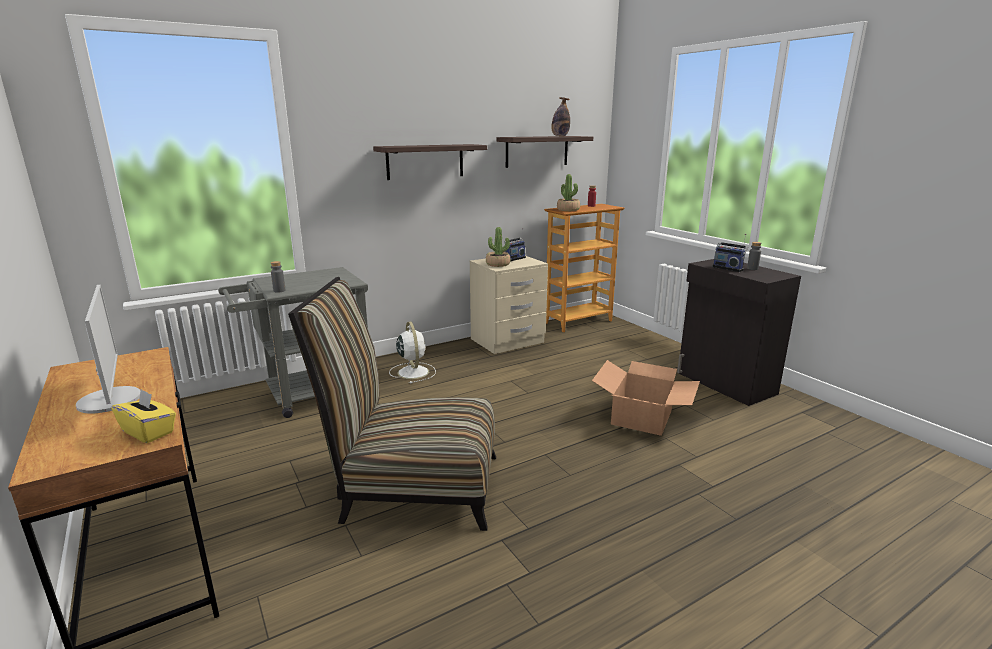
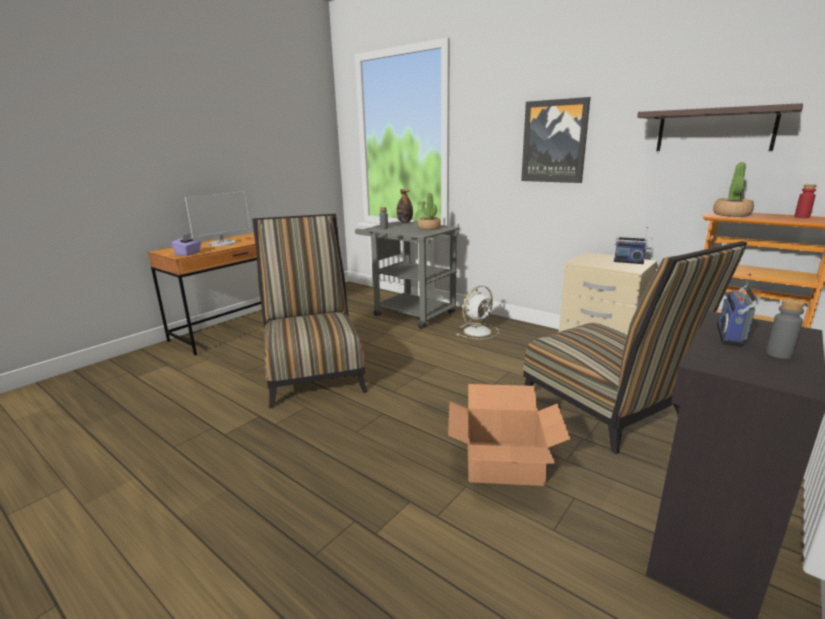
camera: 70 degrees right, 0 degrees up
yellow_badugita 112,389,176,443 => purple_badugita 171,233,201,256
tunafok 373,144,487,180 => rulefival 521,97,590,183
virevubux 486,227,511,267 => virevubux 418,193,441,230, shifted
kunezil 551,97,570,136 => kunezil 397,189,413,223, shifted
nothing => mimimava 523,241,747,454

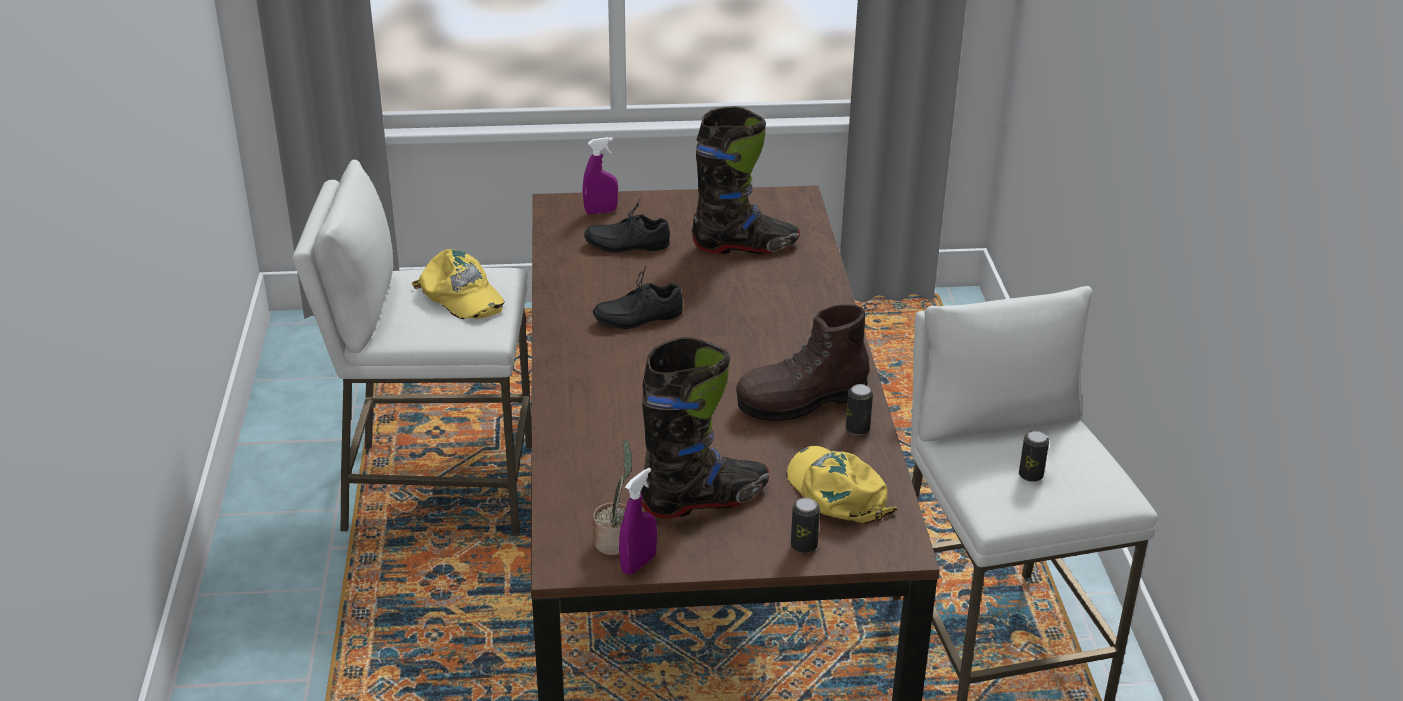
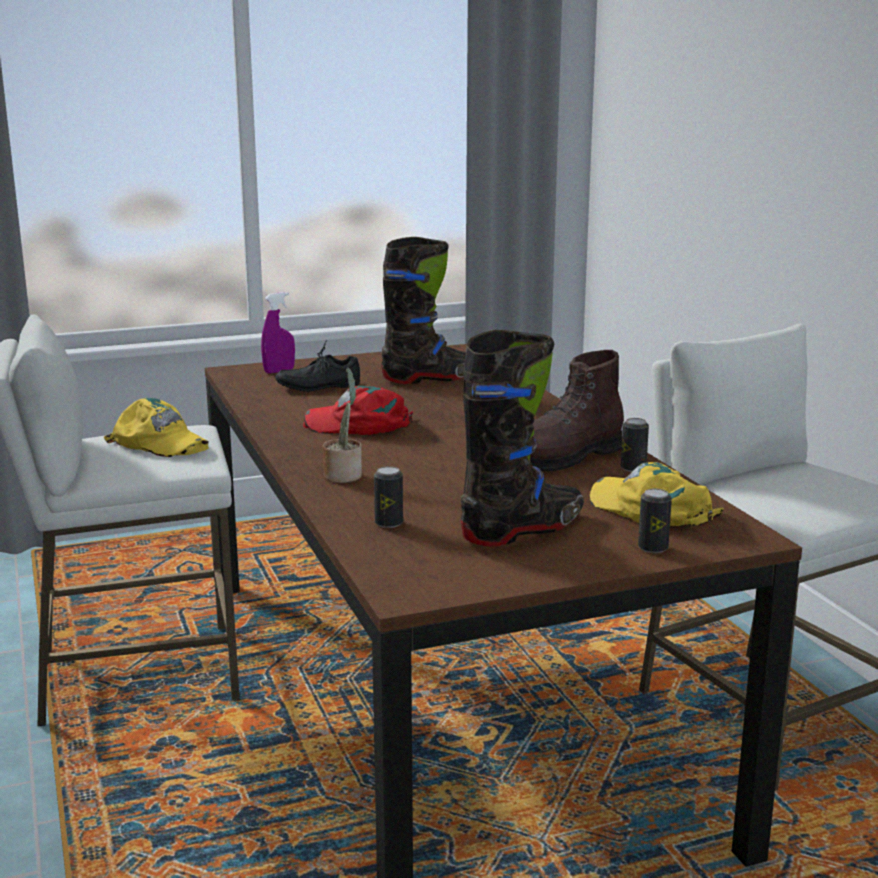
camera: 15 degrees left, 15 degrees down
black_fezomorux 593,266,683,329 => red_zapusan 303,386,413,435
virevubux 593,440,632,555 => virevubux 322,367,362,483, shifted
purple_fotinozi 619,468,657,575 => nothing
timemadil 1019,431,1049,482 => timemadil 374,466,403,528, shifted

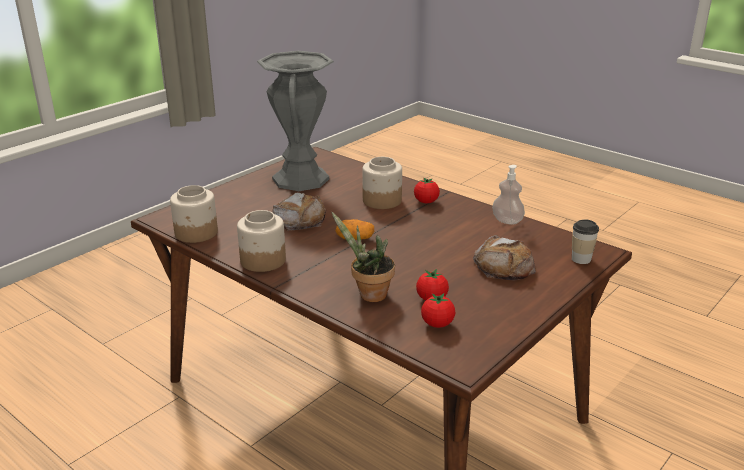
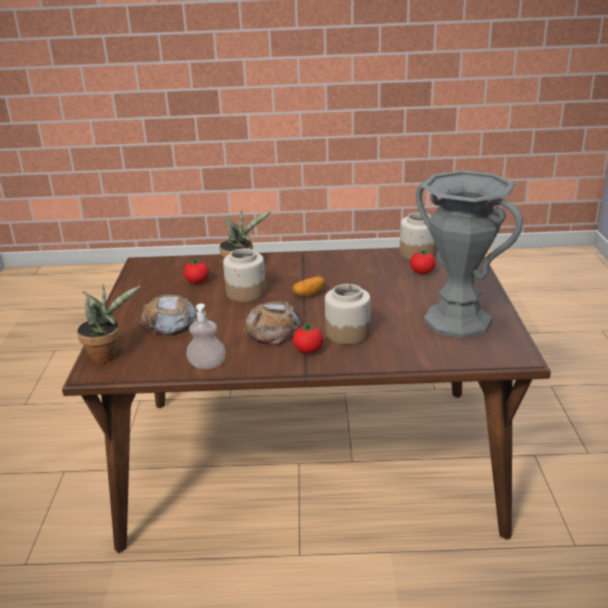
camera: 140 degrees right, 0 degrees up
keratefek 237,210,286,272 => keratefek 223,248,266,302, shifted
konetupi 273,192,326,231 => konetupi 243,301,301,345, shifted
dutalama 421,293,455,328 => dutalama 410,249,436,274, shifted
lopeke 572,219,599,264 => virevubux 77,284,140,363

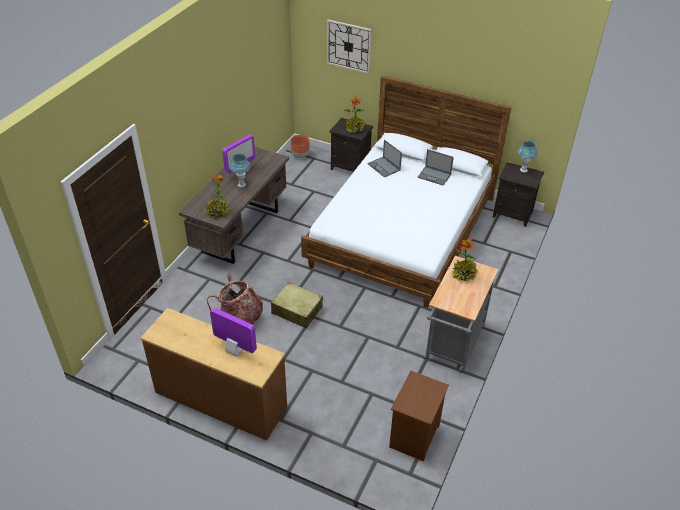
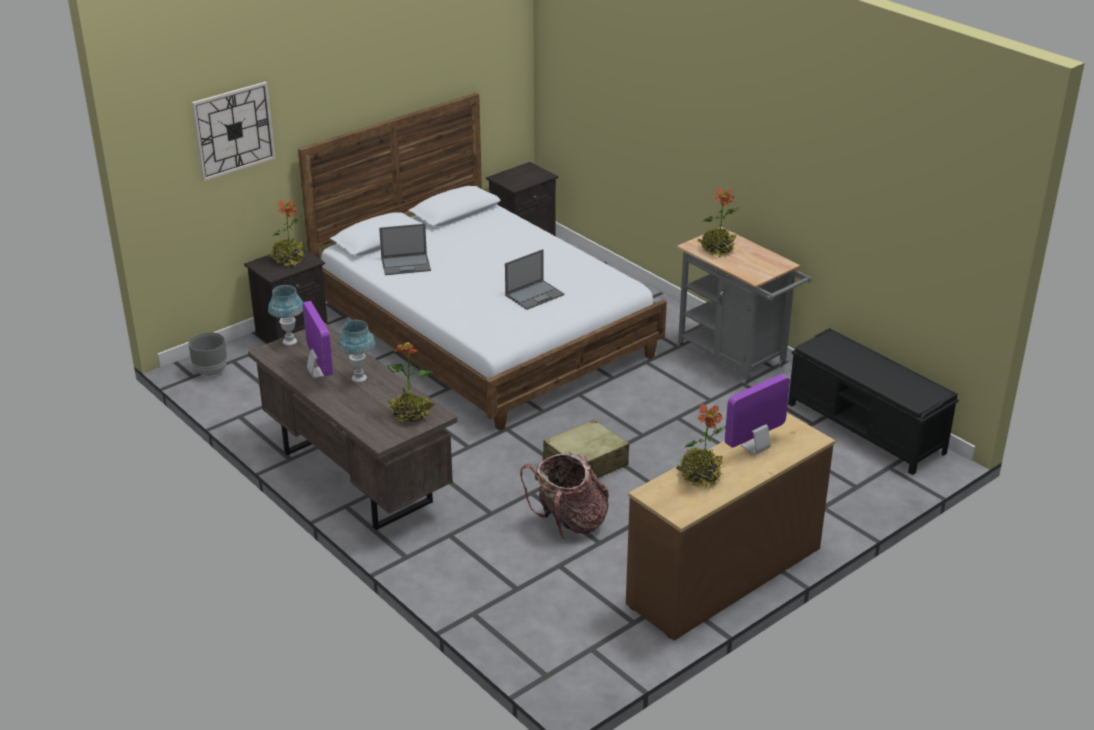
camera: 65 degrees left, 10 degrees down
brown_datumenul 290,135,309,158 => grey_datumenul 188,332,227,376
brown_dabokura 389,370,449,461 => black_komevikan 788,328,959,475
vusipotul 417,149,454,186 => vusipotul 505,249,565,310, shifted
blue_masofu 518,140,537,172 => blue_masofu 268,285,303,346, shifted
nothing => virevubux 676,403,728,488

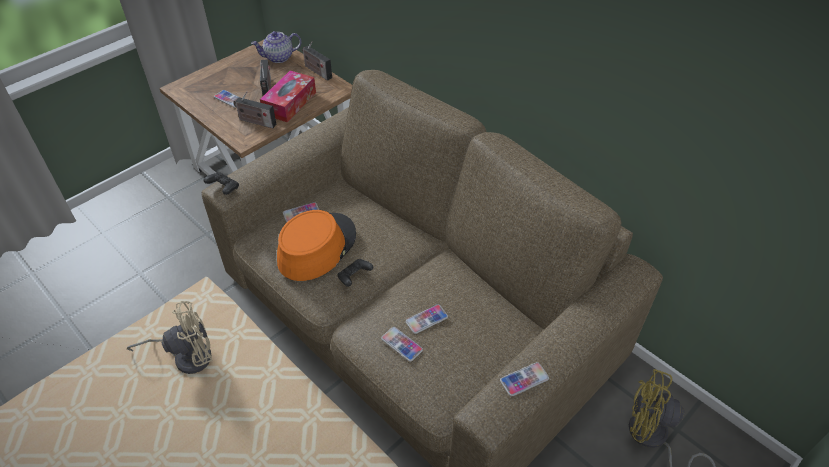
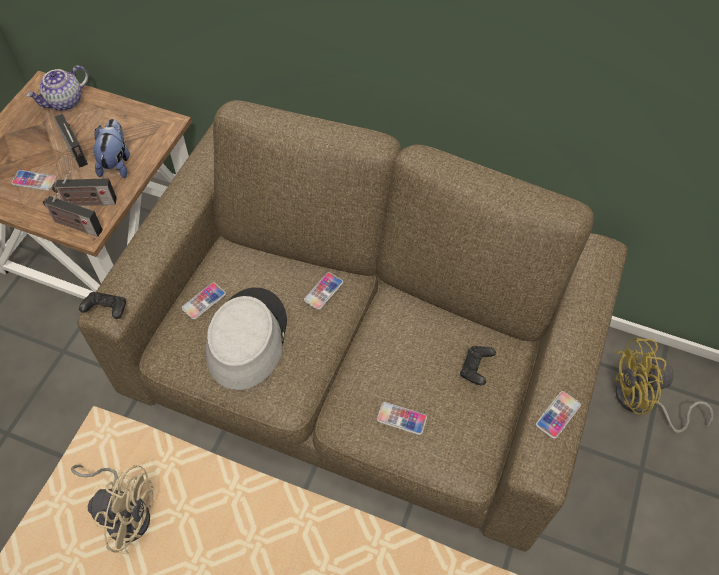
camera: 25 degrees left, 10 degrees up
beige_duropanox 127,301,212,374 => beige_duropanox 71,465,154,555, 60 degrees clockwise
badugita 260,70,316,122 => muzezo 94,119,130,178
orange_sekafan 277,210,356,281 => grey_sekafan 206,287,287,390
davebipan 302,41,332,81 => davebipan 43,193,103,237, shifted
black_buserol 337,259,374,287 => black_buserol 460,346,496,385, shifted
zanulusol 406,304,448,334 => zanulusol 304,272,343,310, shifted

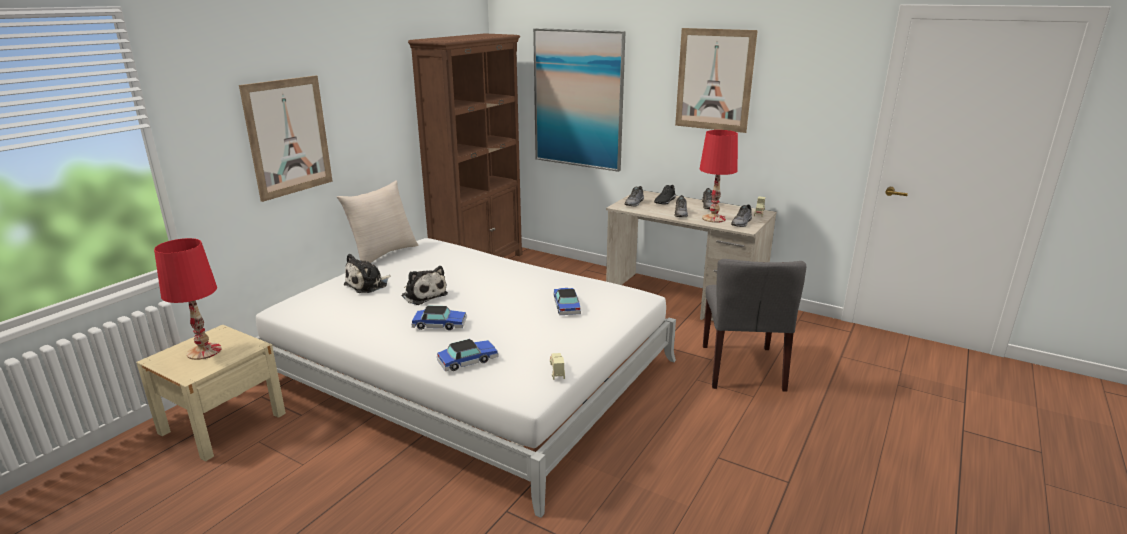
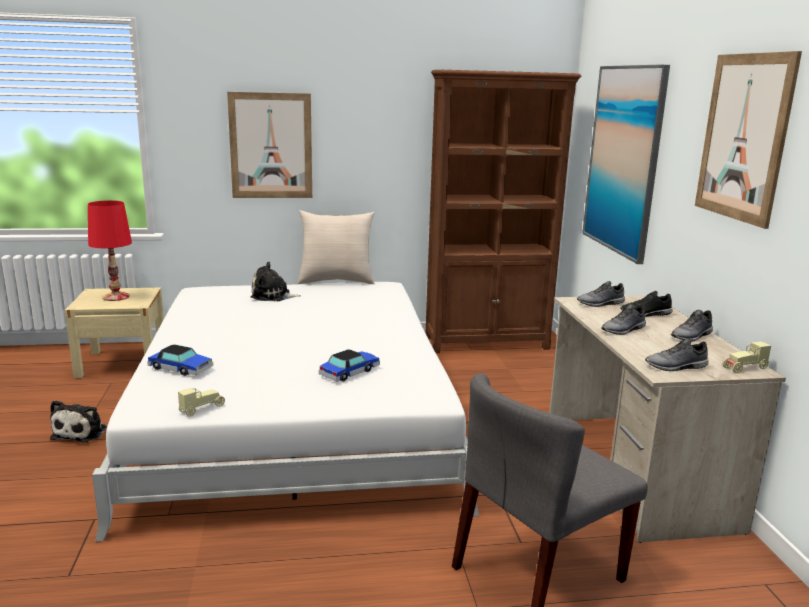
camera: 50 degrees right, 5 degrees down
muzezo 402,266,448,305 => muzezo 50,400,107,443, shifted
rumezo 411,306,467,330 => nothing
red_masofu 700,130,738,223 => nothing

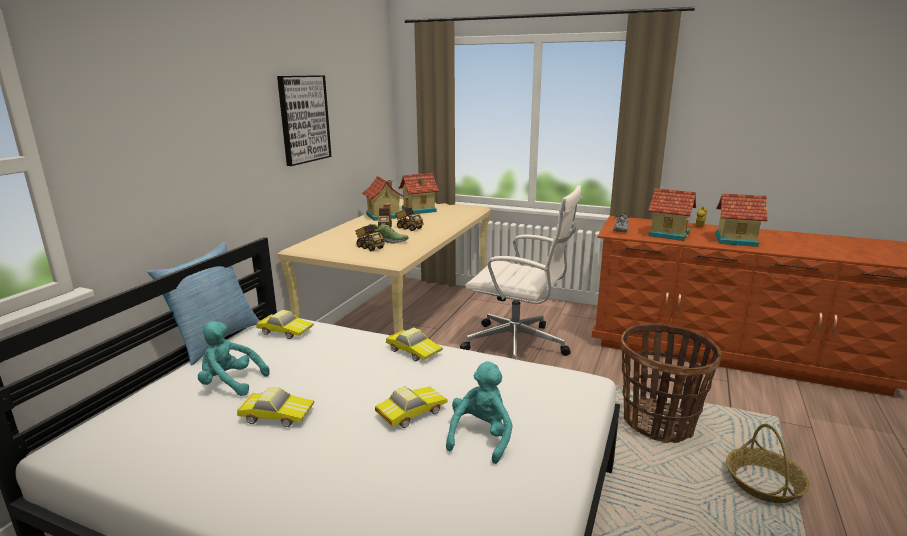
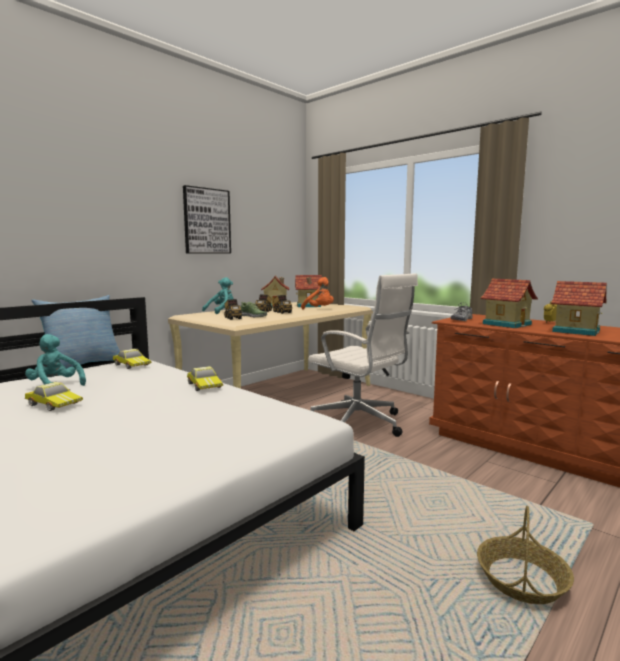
camera: 20 degrees right, 10 degrees down
rumezo 375,386,448,428 => nothing
turquoise_muzezo 446,361,513,464 => turquoise_muzezo 202,277,233,314, shifted
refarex 620,323,722,443 => nothing
nothing => orange_muzezo 301,277,334,310

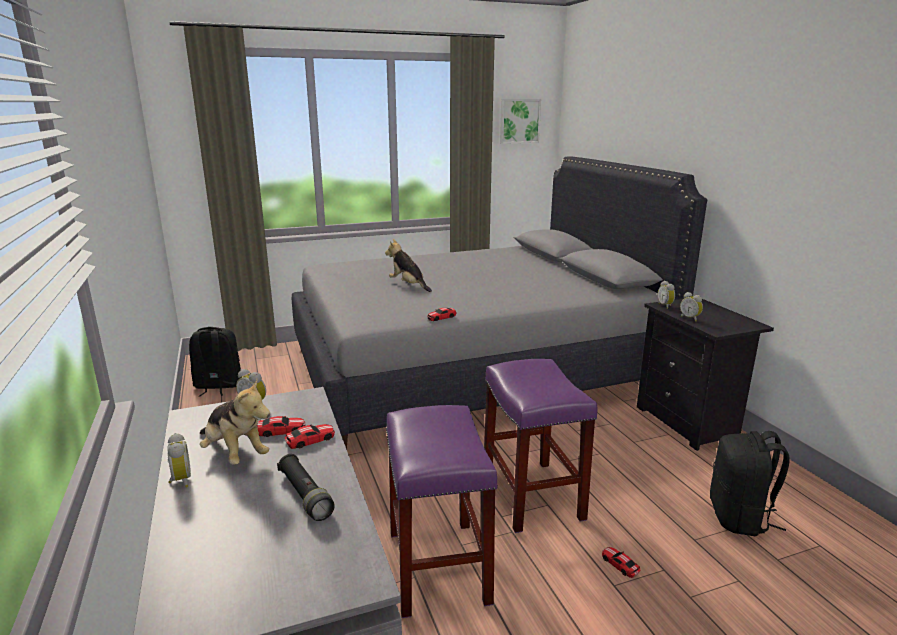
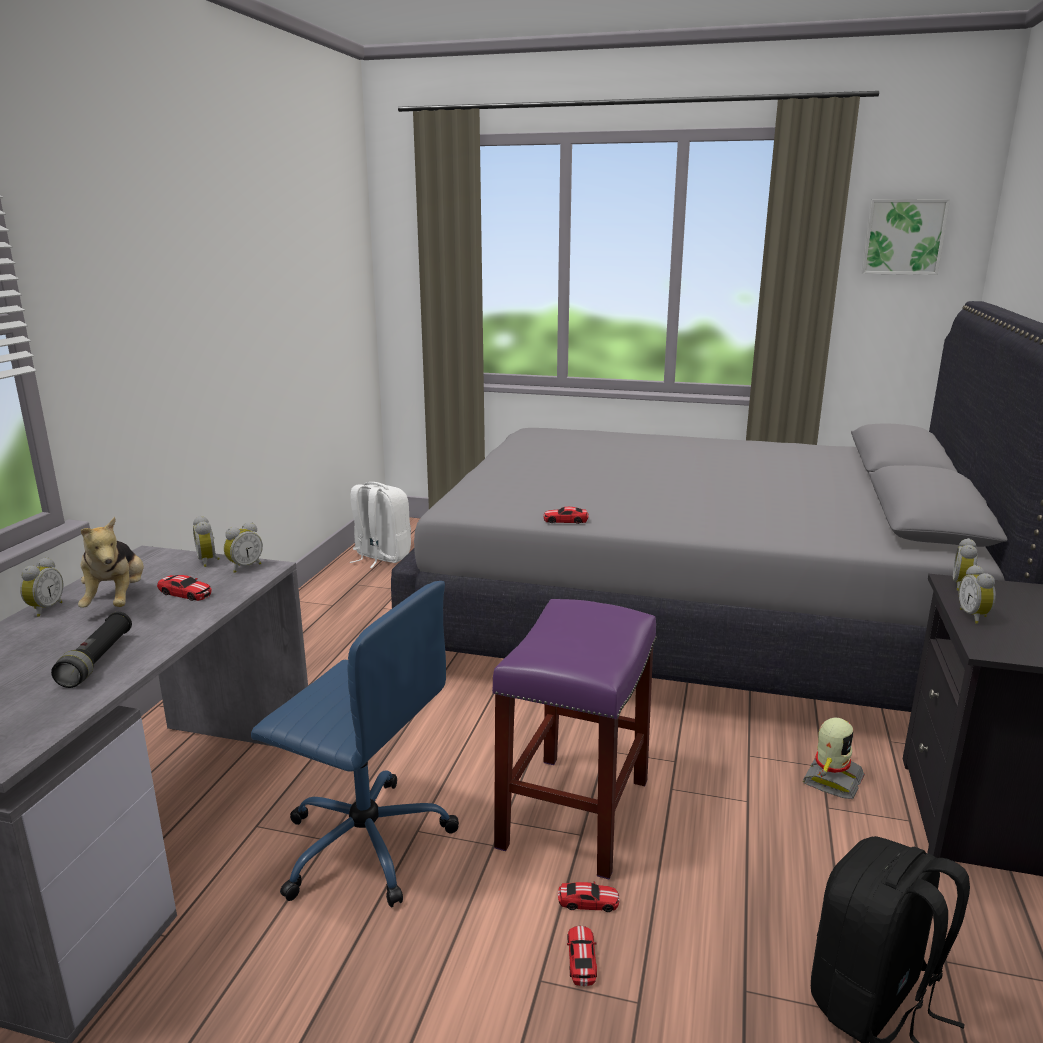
camera: 35 degrees right, 0 degrees up
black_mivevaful 189,327,241,397 => white_mivevaful 349,482,411,568
rumezo 285,424,335,449 => rumezo 558,882,620,912, shifted
muzezo 385,239,432,292 => nothing
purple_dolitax 386,405,498,618 => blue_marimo 251,581,459,907
nothing => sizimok 224,522,263,573
nothing => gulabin 803,718,865,799

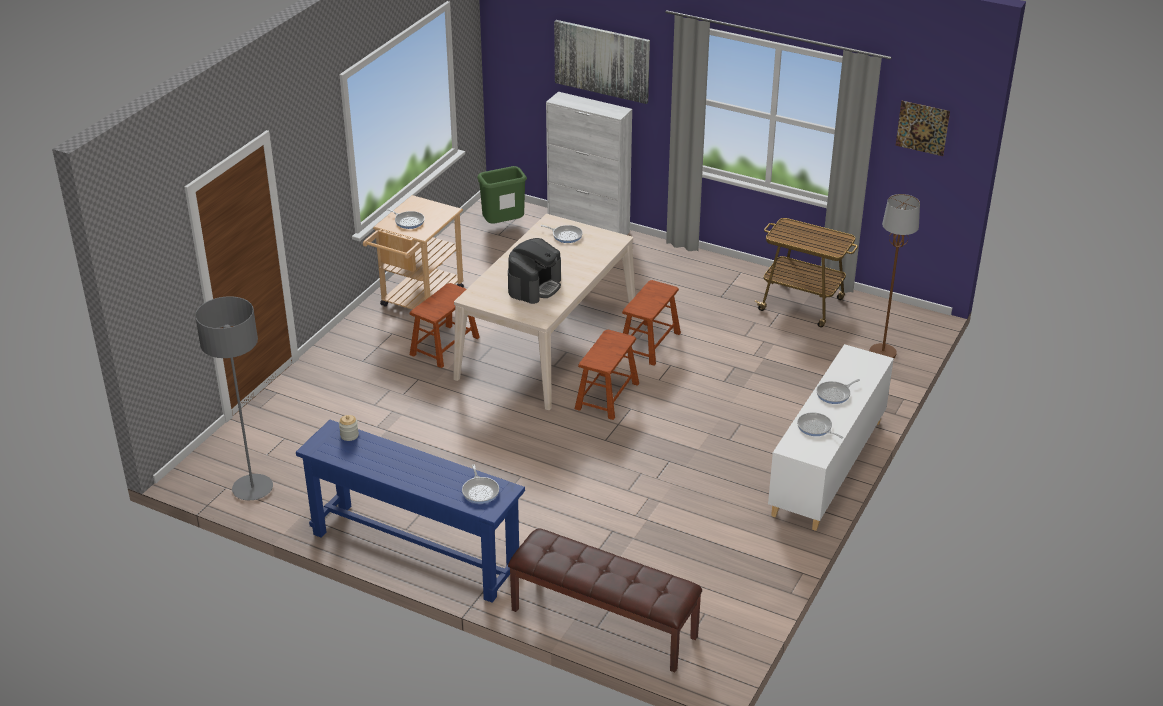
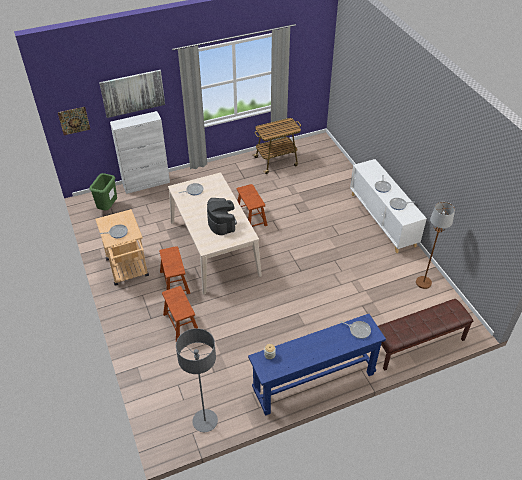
camera: 50 degrees left, 10 degrees up
brown_dolitax 575,330,639,420 => brown_dolitax 162,286,198,341, shifted
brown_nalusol 870,194,920,358 => brown_nalusol 416,202,455,289, shifted
rulefival 896,101,950,156 => rulefival 58,107,90,135, shifted

